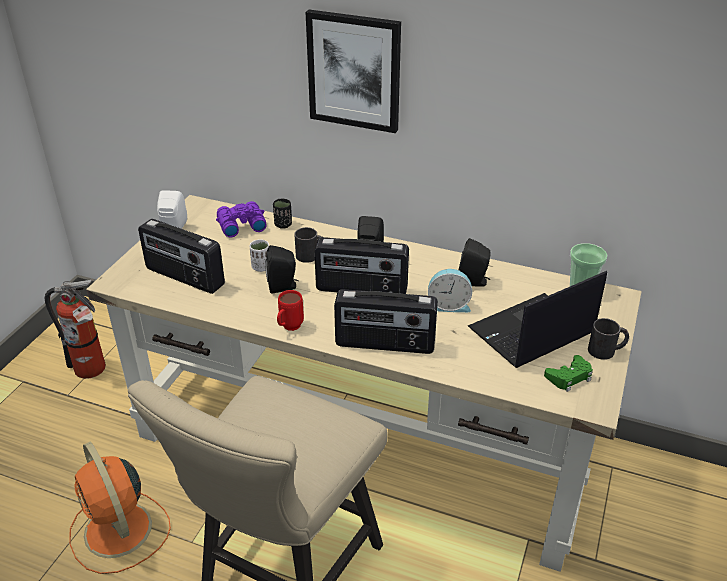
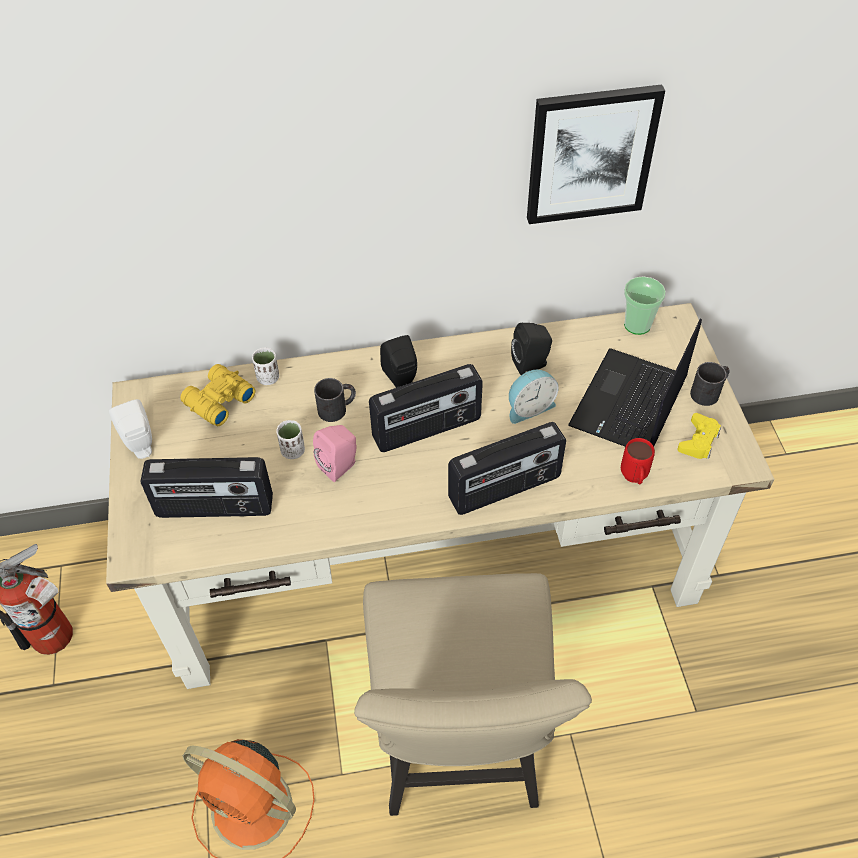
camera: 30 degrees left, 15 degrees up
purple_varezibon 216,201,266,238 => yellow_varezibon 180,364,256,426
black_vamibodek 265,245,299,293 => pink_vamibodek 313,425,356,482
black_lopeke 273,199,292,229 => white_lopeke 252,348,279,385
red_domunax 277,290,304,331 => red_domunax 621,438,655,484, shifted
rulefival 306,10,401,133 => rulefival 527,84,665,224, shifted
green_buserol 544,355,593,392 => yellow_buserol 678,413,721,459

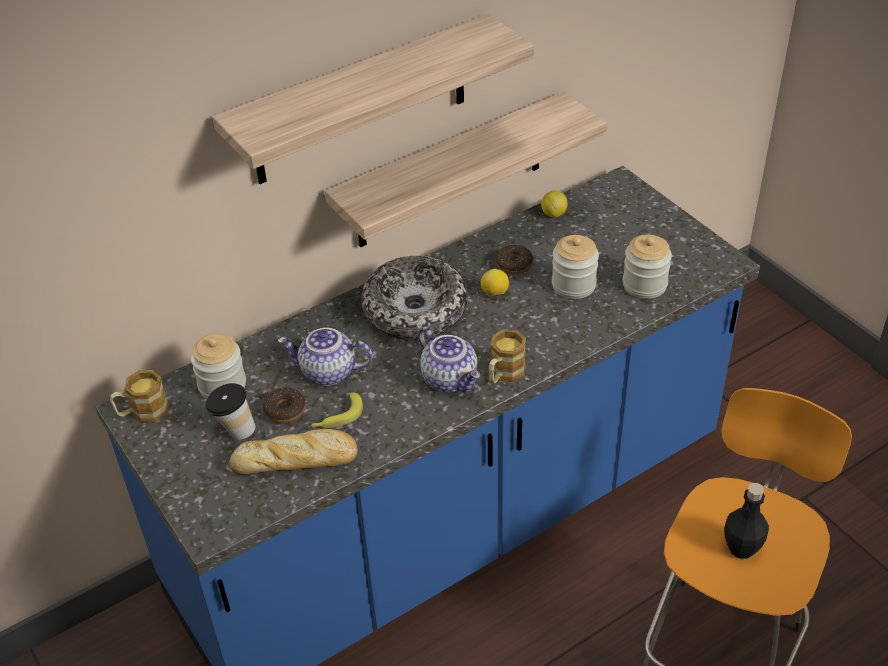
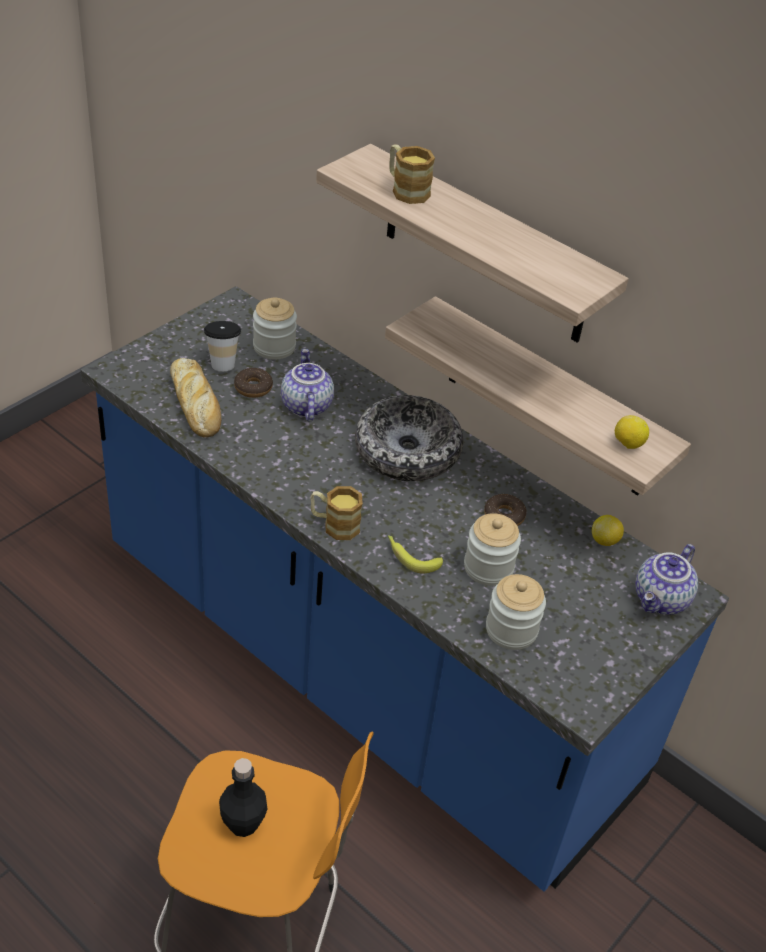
camera: 70 degrees right, 0 degrees up
domunax 110,370,169,423 => domunax 389,145,435,204, shifted
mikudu 310,393,363,428 => mikudu 388,535,443,573, shifted
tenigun 418,327,480,393 => tenigun 635,544,698,614, shifted
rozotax 481,269,509,296 => rozotax 615,415,649,449, shifted

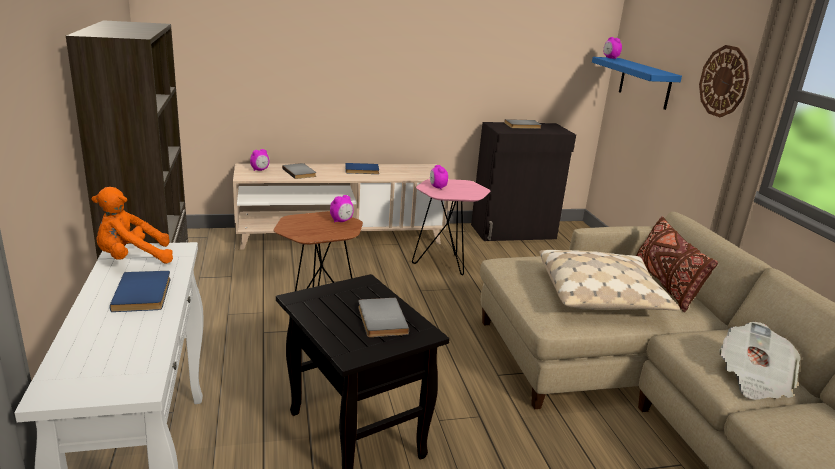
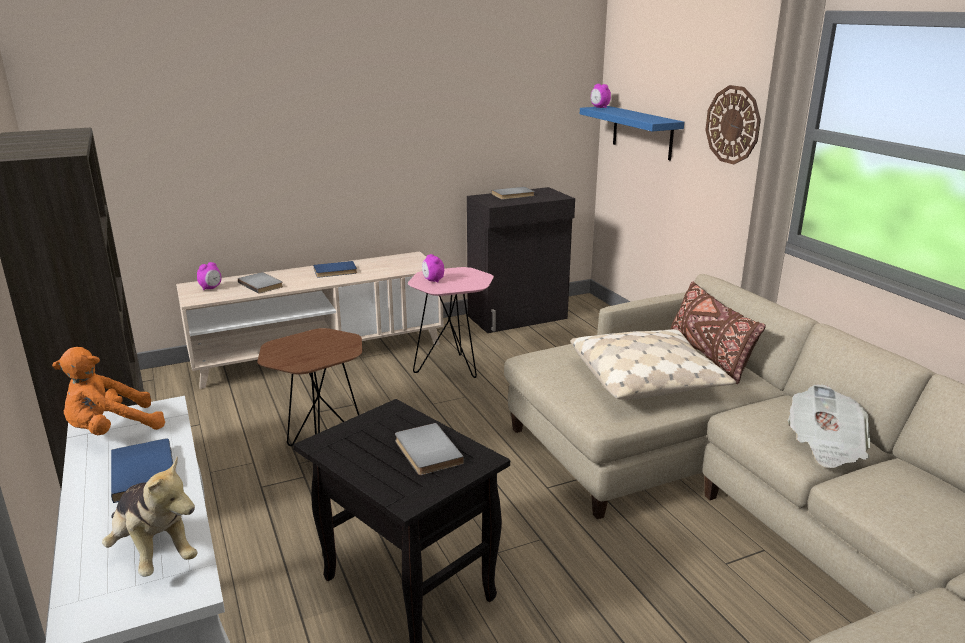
camera: 10 degrees left, 0 degrees up
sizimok 330,195,354,223 => nothing
nothing => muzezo 102,457,198,577

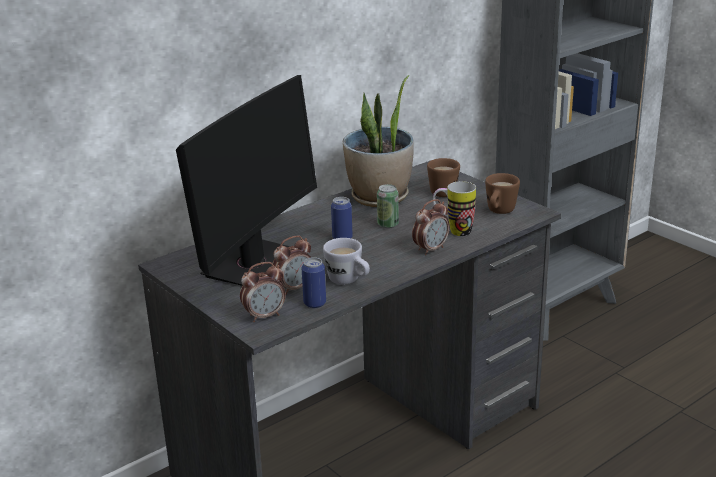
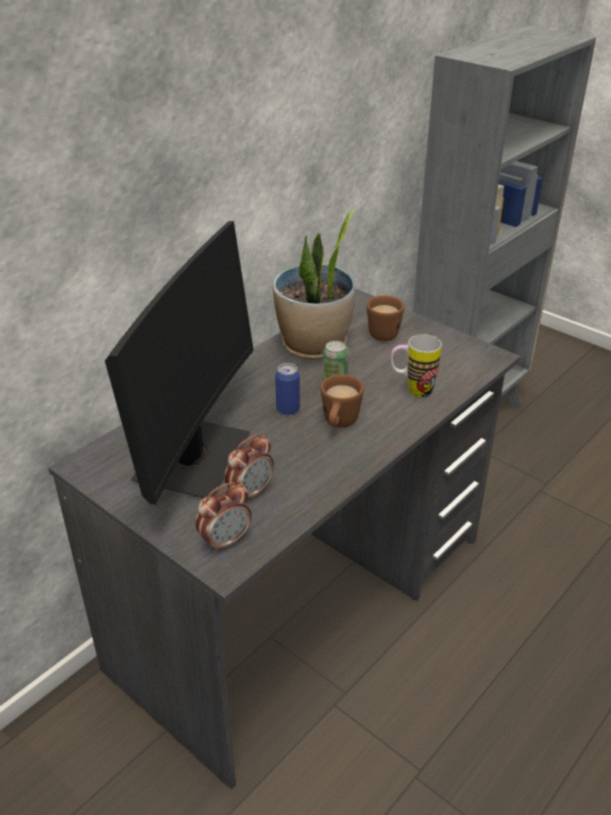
camera: 10 degrees left, 10 degrees up
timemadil 301,257,326,308 => nothing
white_domunax 323,238,370,285 => nothing
sizimok 412,199,450,255 => nothing
brown_domunax 485,173,520,214 => brown_domunax 320,374,364,427, shifted

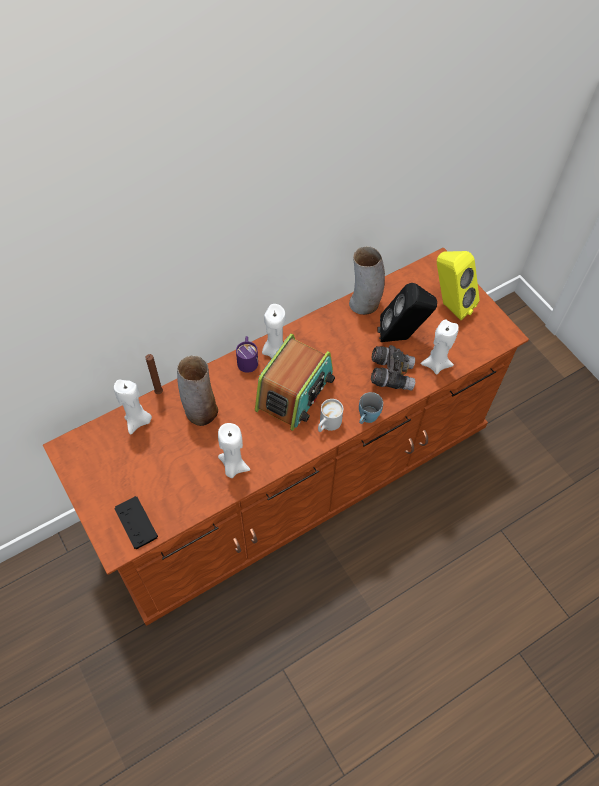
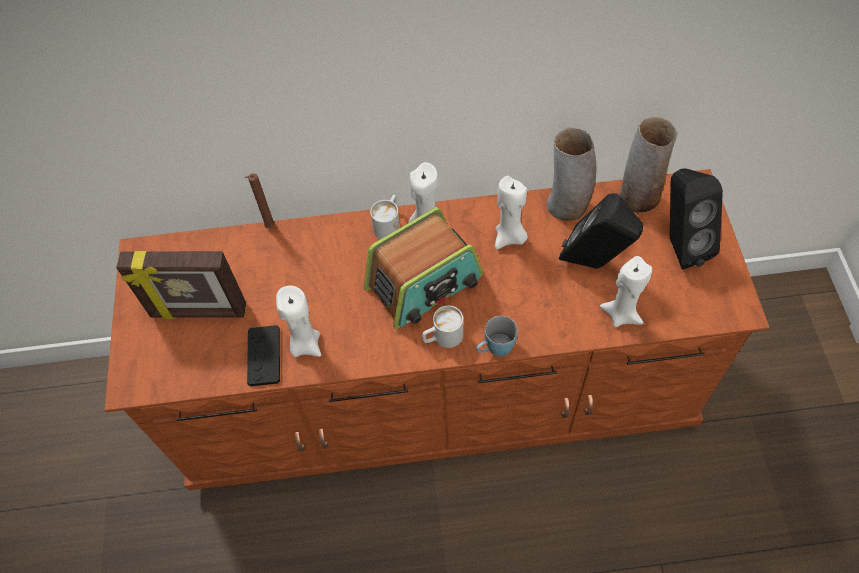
camera: 30 degrees right, 0 degrees up
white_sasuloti 114,379,152,435 => white_sasuloti 495,176,528,250, shifted
black_buserol 114,496,158,550 => black_buserol 247,325,280,386, shifted
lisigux 177,356,218,426 => lisigux 620,117,677,213, shifted
purple_domunax 236,336,258,373 => white_domunax 370,195,400,239
grey_varezibon 371,345,415,391 => nothing
yellow_vamibodek 437,251,480,320 => black_vamibodek 670,168,723,269
nothing => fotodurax 116,251,246,319

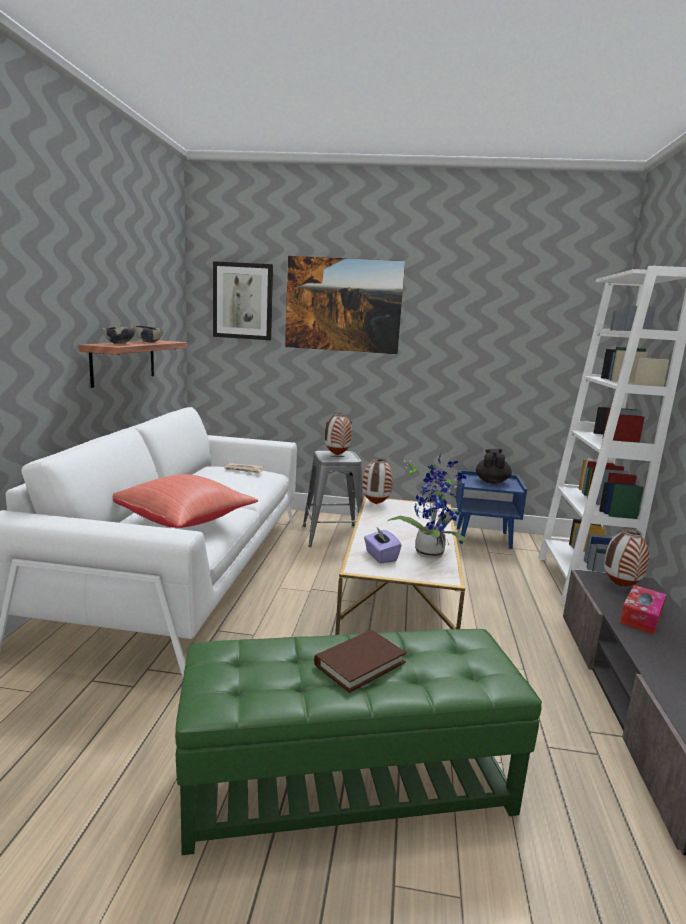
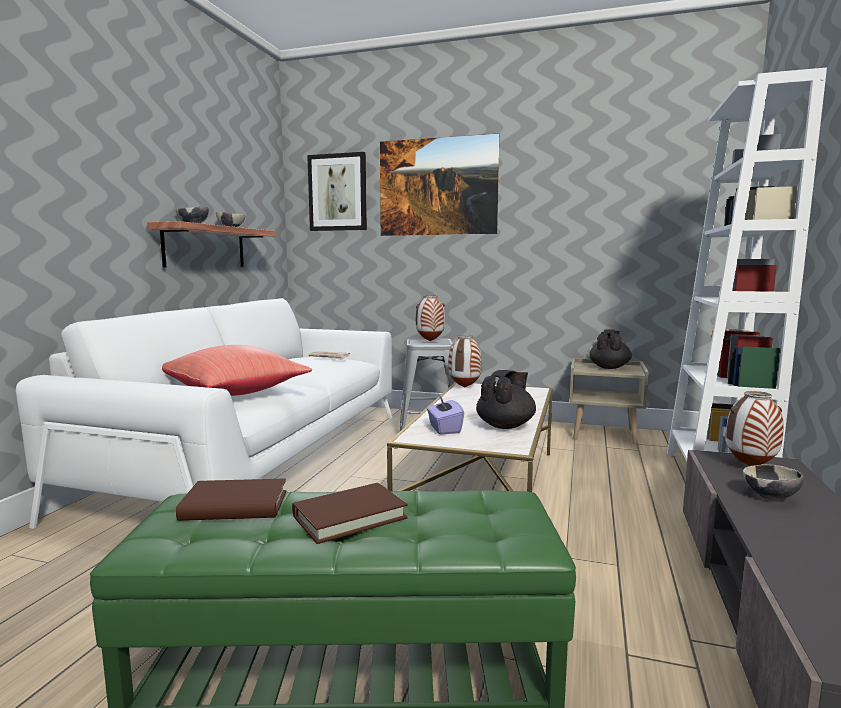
camera: 10 degrees right, 5 degrees down
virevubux 388,454,466,558 => black_tenigun 476,370,536,429
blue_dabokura 456,470,527,549 => beige_dabokura 569,358,649,445
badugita 620,585,666,635 => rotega 743,464,804,500
nothing => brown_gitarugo 176,479,286,521

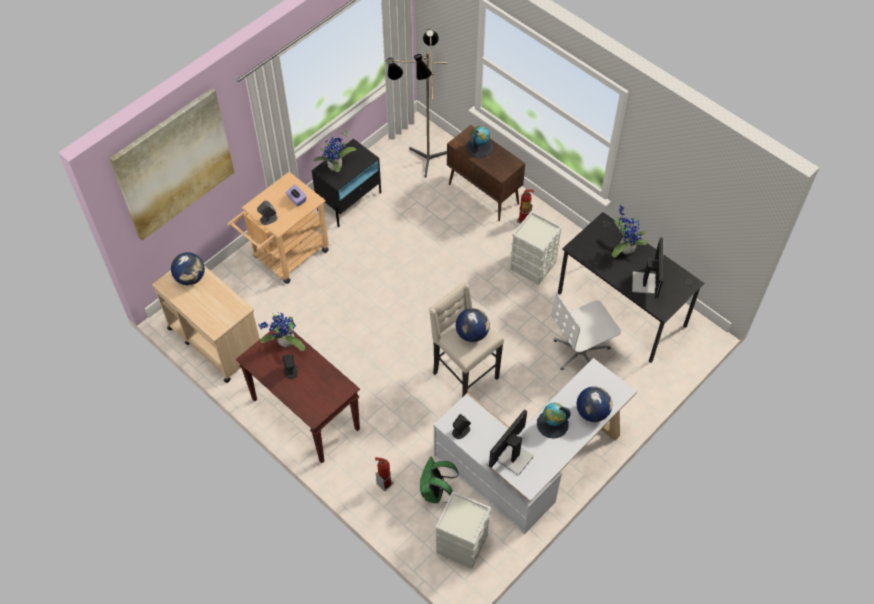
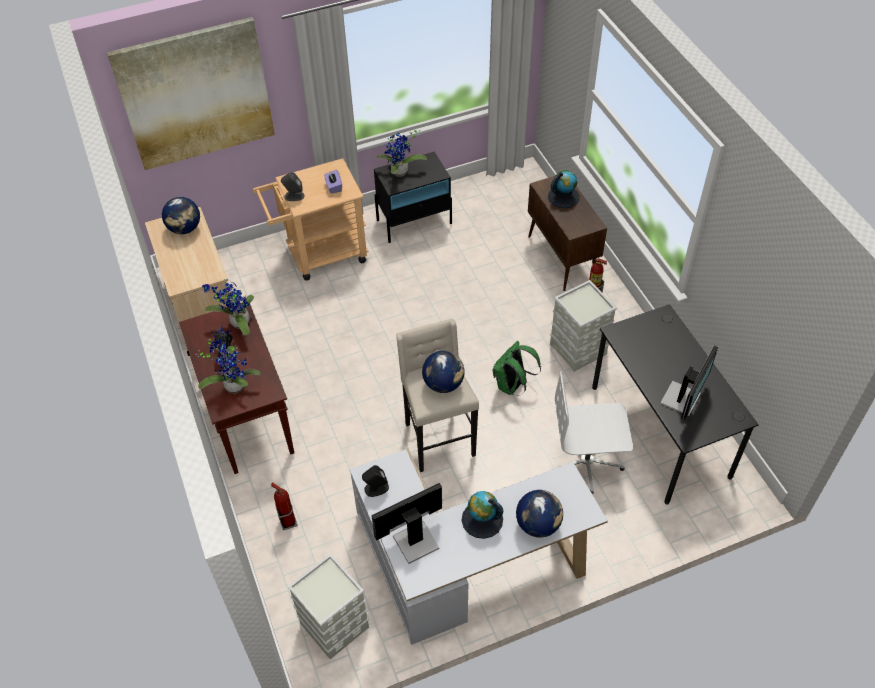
camera: 25 degrees right, 5 degrees down
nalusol 386,29,447,178 => nothing
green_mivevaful 420,457,459,503 => green_mivevaful 493,341,541,396, shifted
virevubux 612,205,648,257 => virevubux 196,326,261,394, shifted

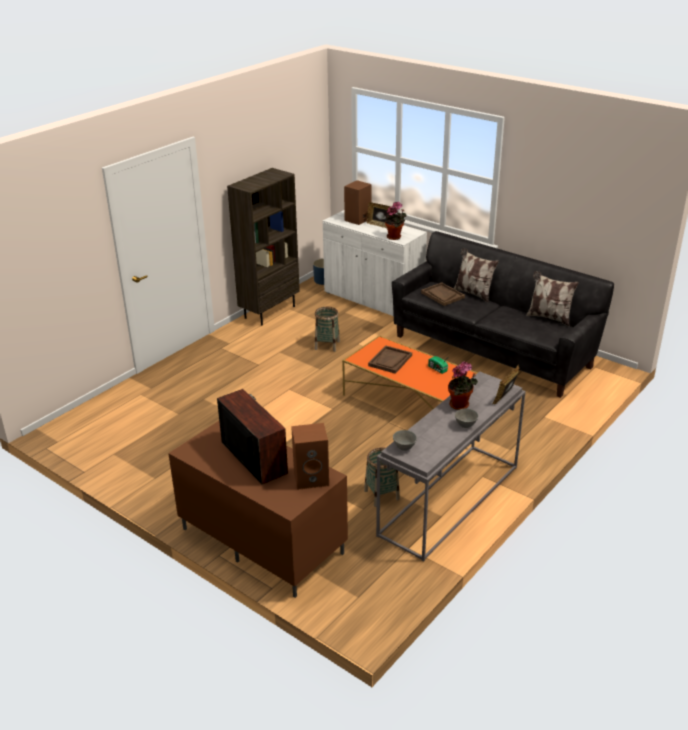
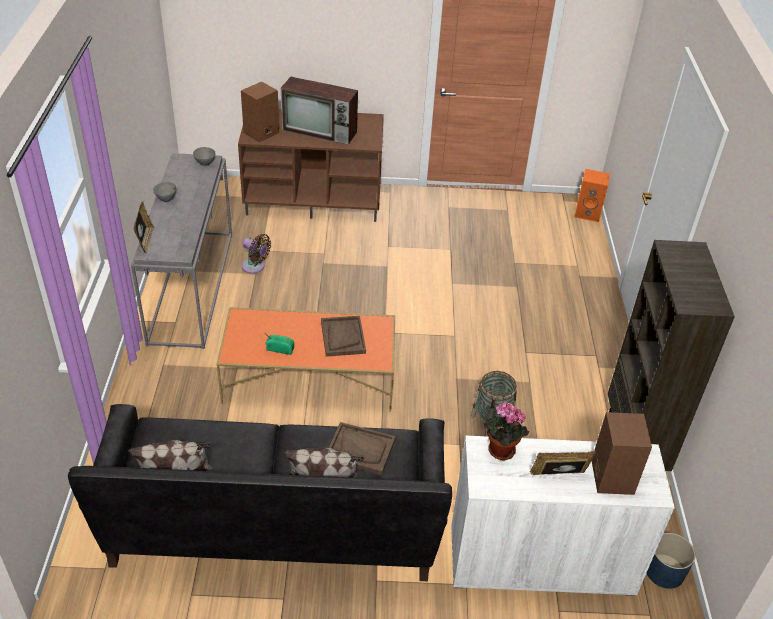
camera: 140 degrees right, 10 degrees up
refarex 364,447,400,507 => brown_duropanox 242,234,271,274
virevubux 448,362,478,410 => nothing
nothing => orange_vamibodek 574,169,610,222

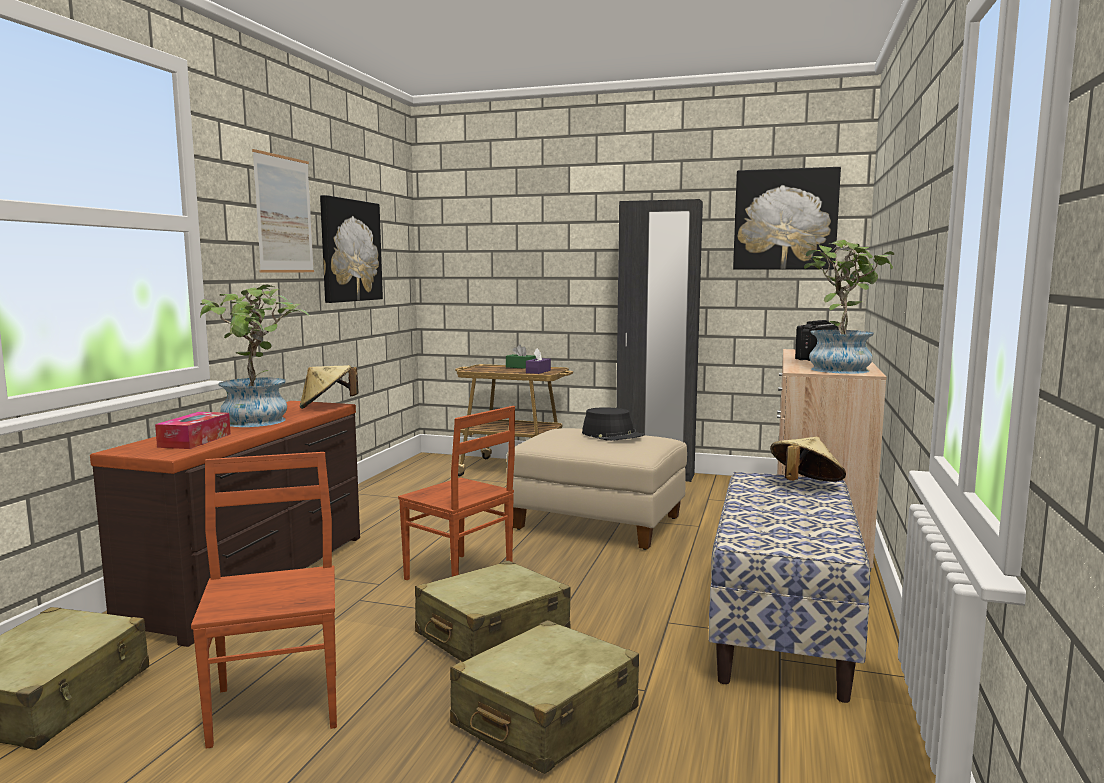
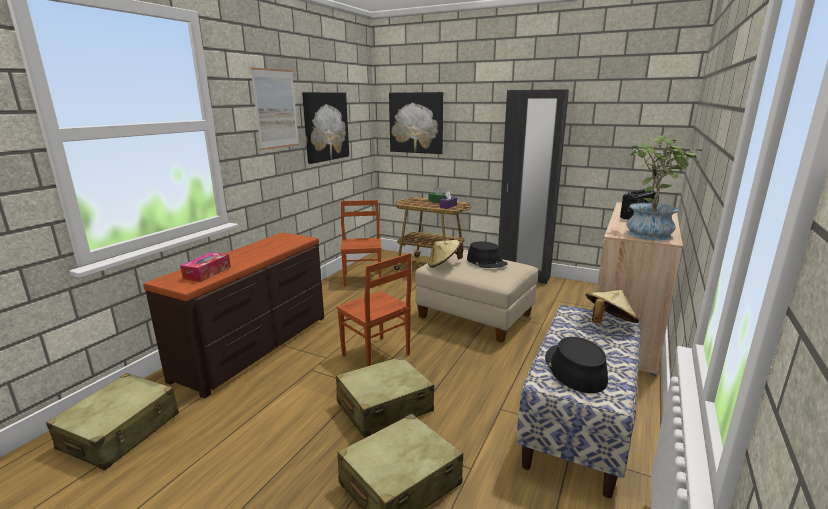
camera: 10 degrees right, 10 degrees up
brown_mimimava 191,452,337,749 => brown_mimimava 341,200,382,287, shifted
virevubux 200,285,309,427 => nothing
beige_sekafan 300,365,359,409 => beige_sekafan 428,240,463,268, shifted
rulefival 733,167,841,269 => rulefival 389,92,443,154, shifted
nothing => black_sekafan 545,337,608,393

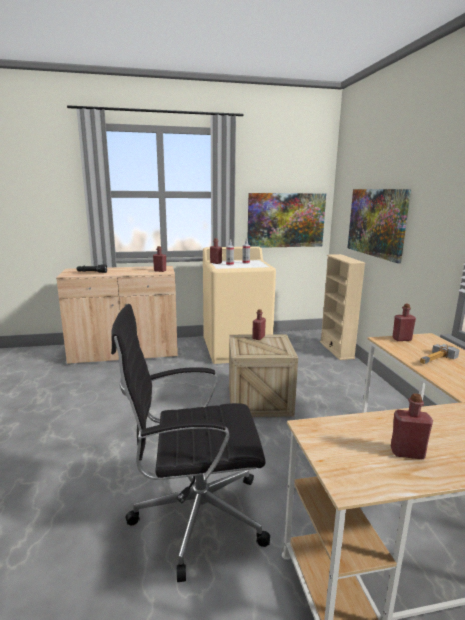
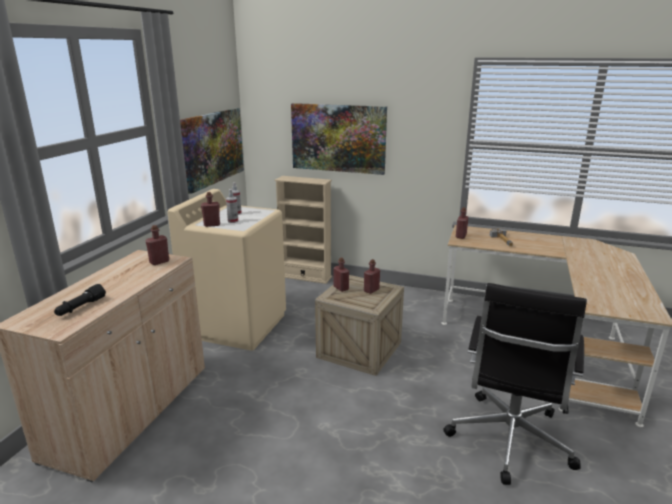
camera: 60 degrees left, 5 degrees up
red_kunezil 391,393,433,459 => red_kunezil 364,259,380,294, shifted

